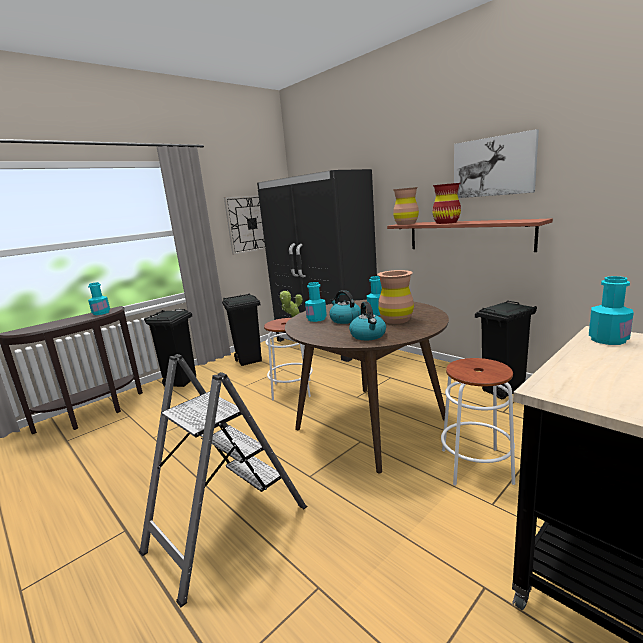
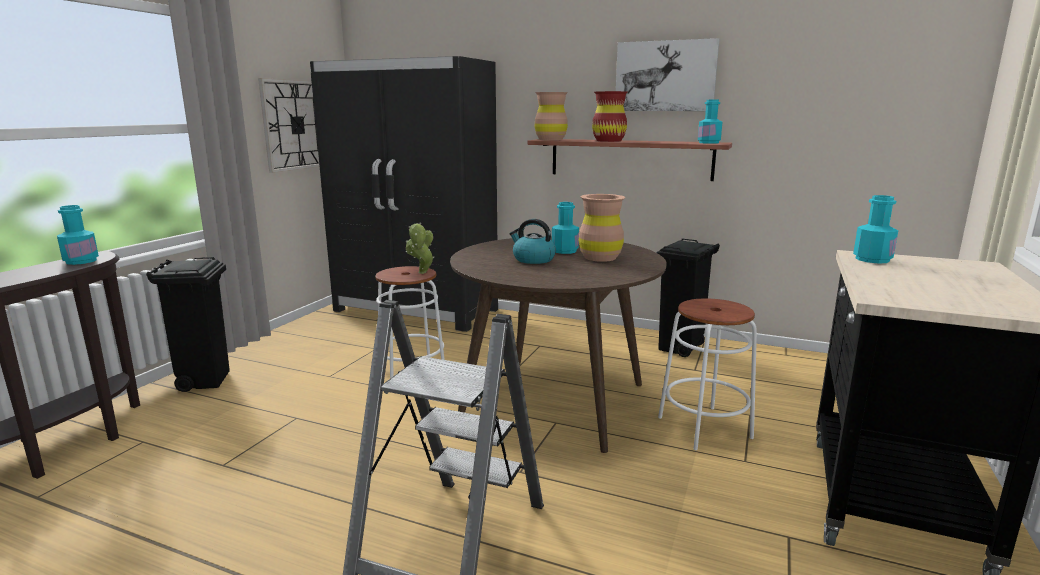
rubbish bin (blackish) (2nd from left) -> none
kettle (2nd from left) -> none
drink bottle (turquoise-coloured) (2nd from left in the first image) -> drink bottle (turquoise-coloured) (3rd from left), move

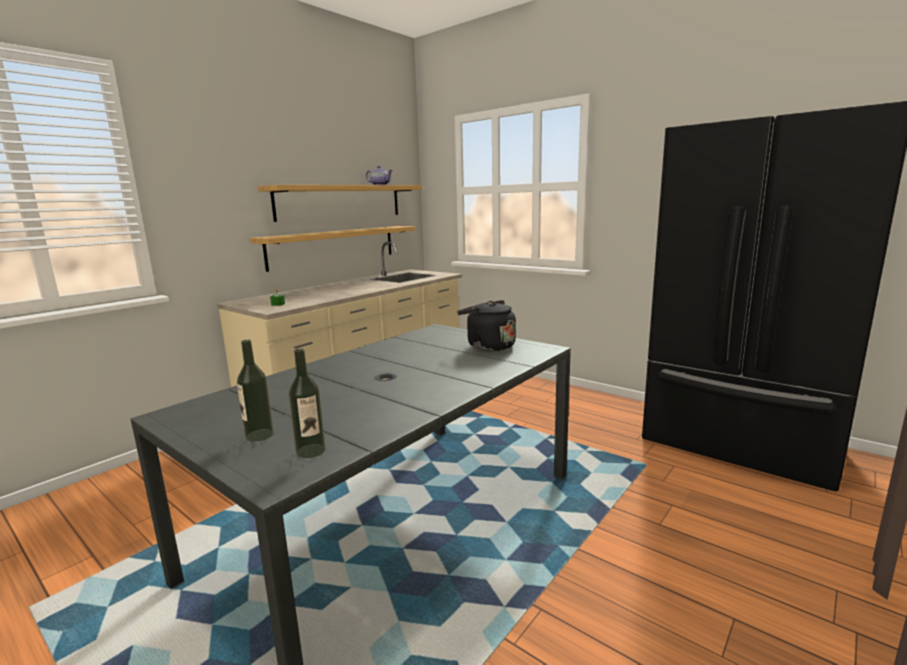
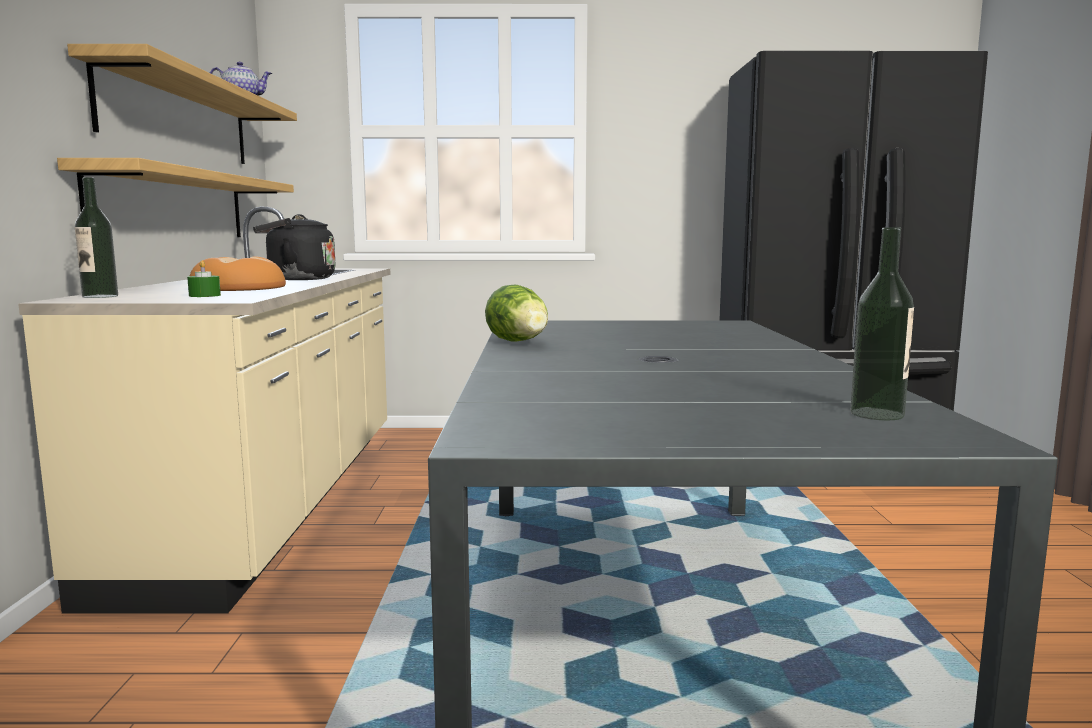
none -> bread
none -> head of lettuce
drink bottle (1st from left), move
kettle (blackish), move

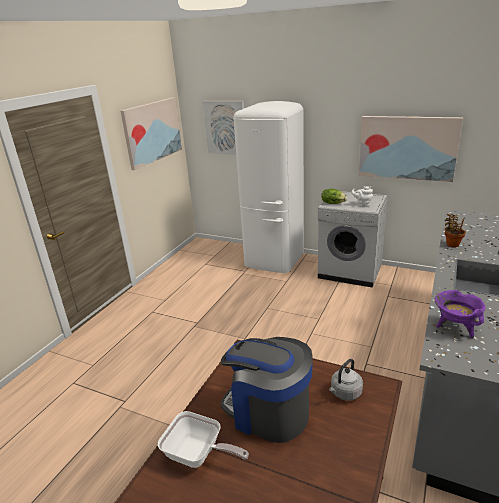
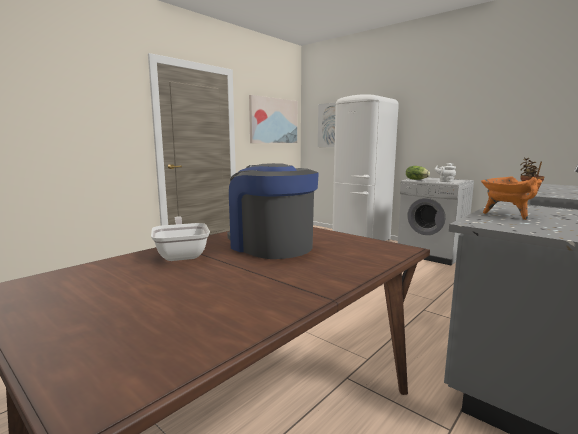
kettle (greyish) -> none
wall picture (3rd from left) -> none
cooking pot (purple-coloured) -> cooking pot (orange-coloured)
skillet, 150 degrees counterclockwise

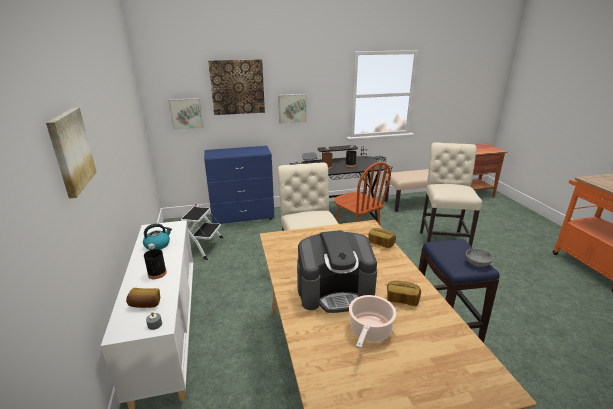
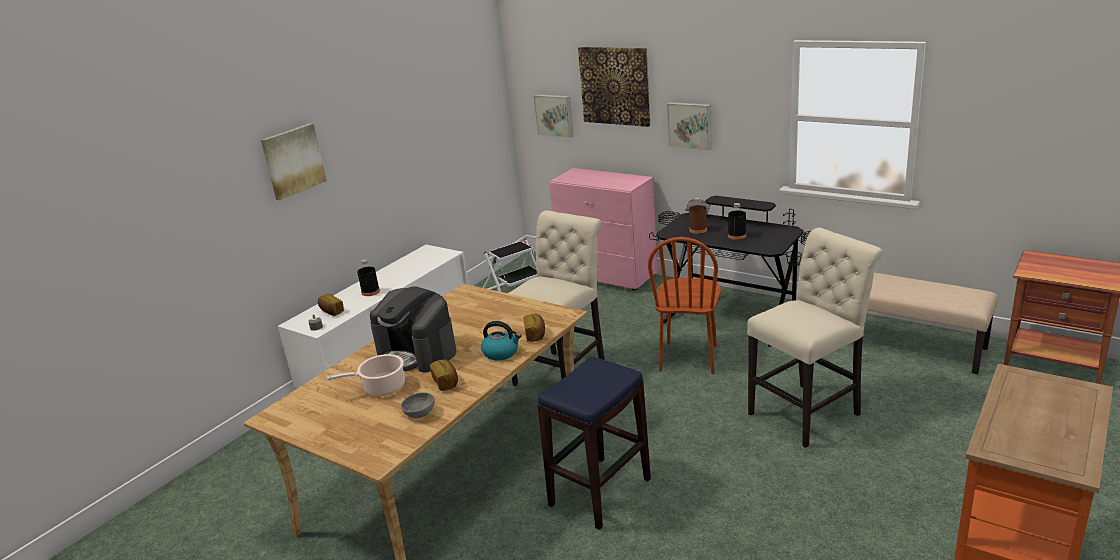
kettle, move
deep dish (greyish), move
drawer chest (blue) -> drawer chest (pink-coloured)

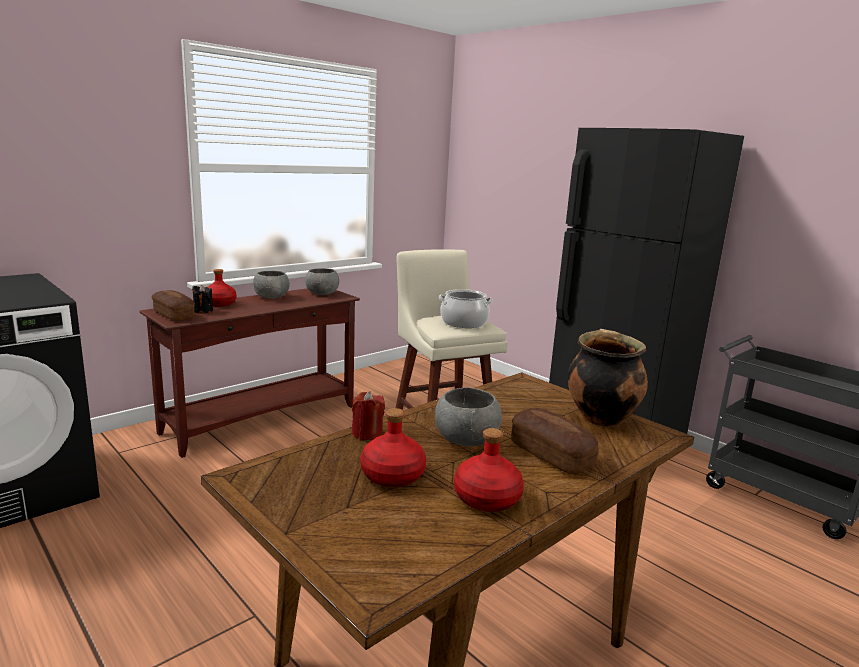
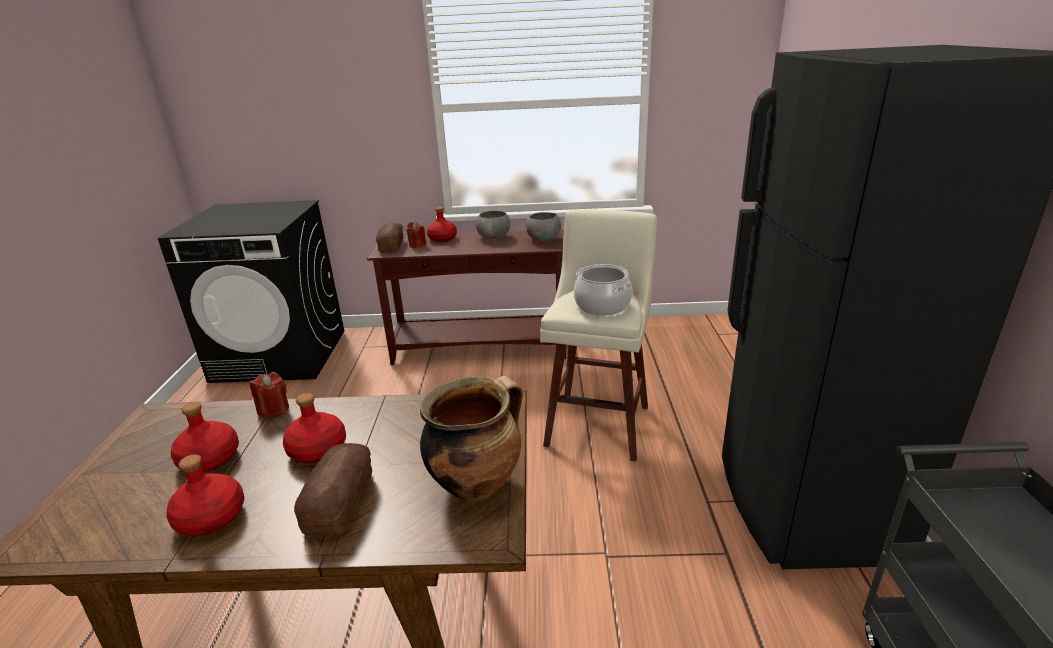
deep dish (greyish) (3rd from left) -> drink bottle (red) (3rd from left)
wax light (blackish) -> wax light (red) (2nd from left)

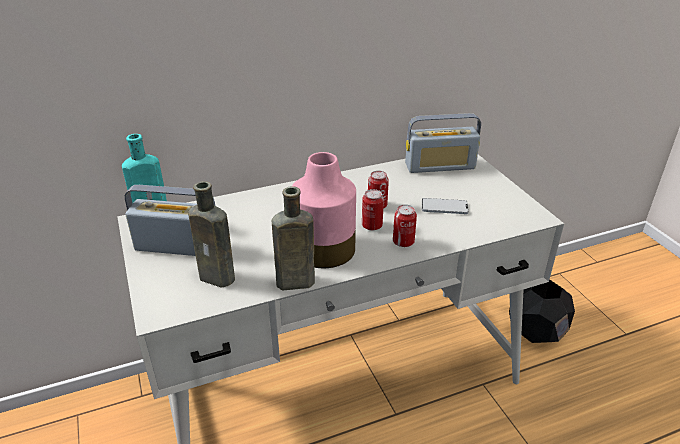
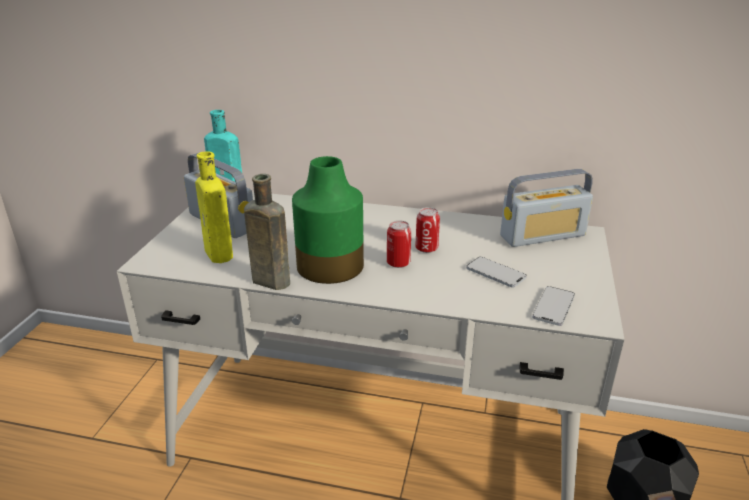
can (3rd from left) -> none
none -> handset (2nd from left)
drink bottle (brown-coloured) (1st from left) -> drink bottle (yellowish)
decorative vase (pink-coloured) -> decorative vase (greenish)
radio (2nd from left), 45 degrees counterclockwise

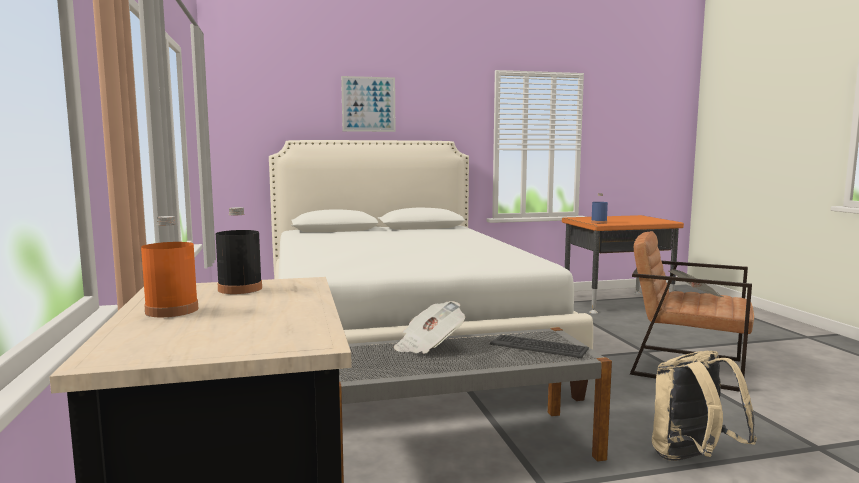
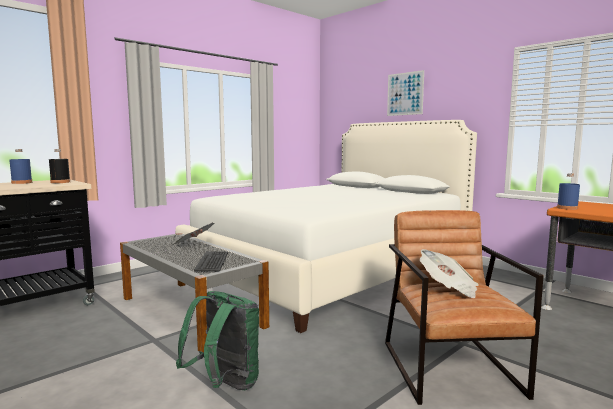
drink bottle (orange-coloured) -> drink bottle (blue) (1st from left)
rucksack (beige-coloured) -> rucksack (greenish)

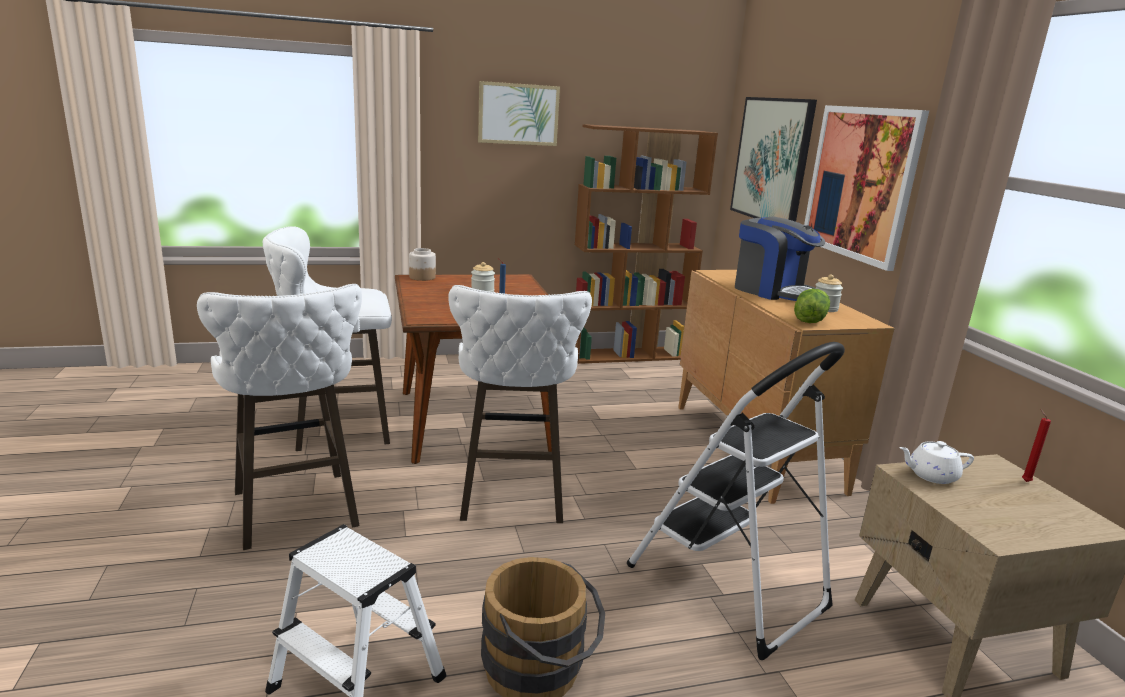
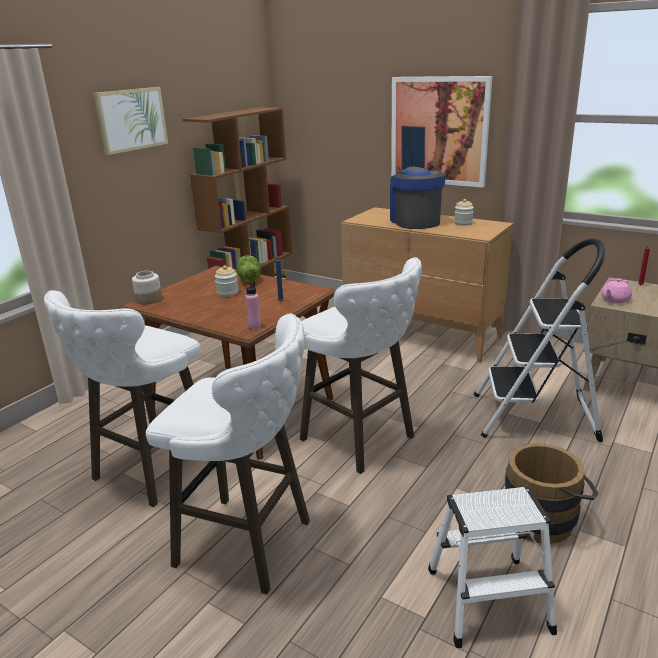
wall picture (2nd from left) -> none
none -> drink bottle (pink-coloured)
head of lettuce, move
pot for tea (whitish) -> pot for tea (pink-coloured)
coffee brewer, 105 degrees counterclockwise

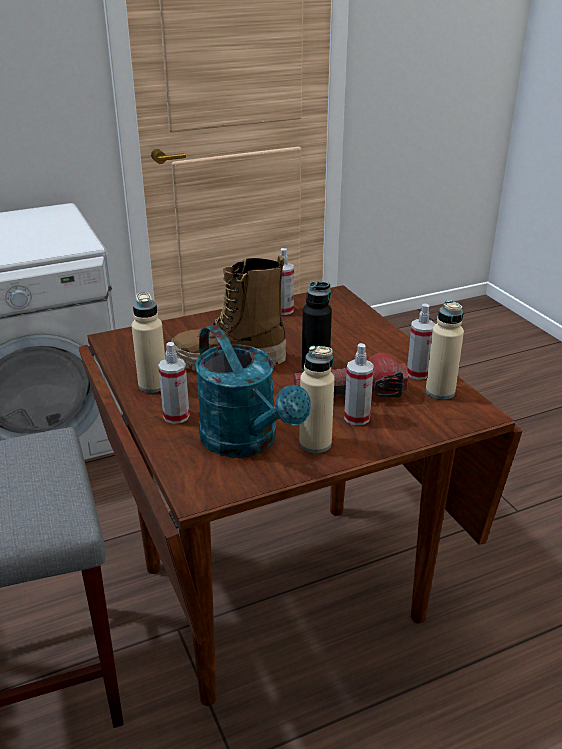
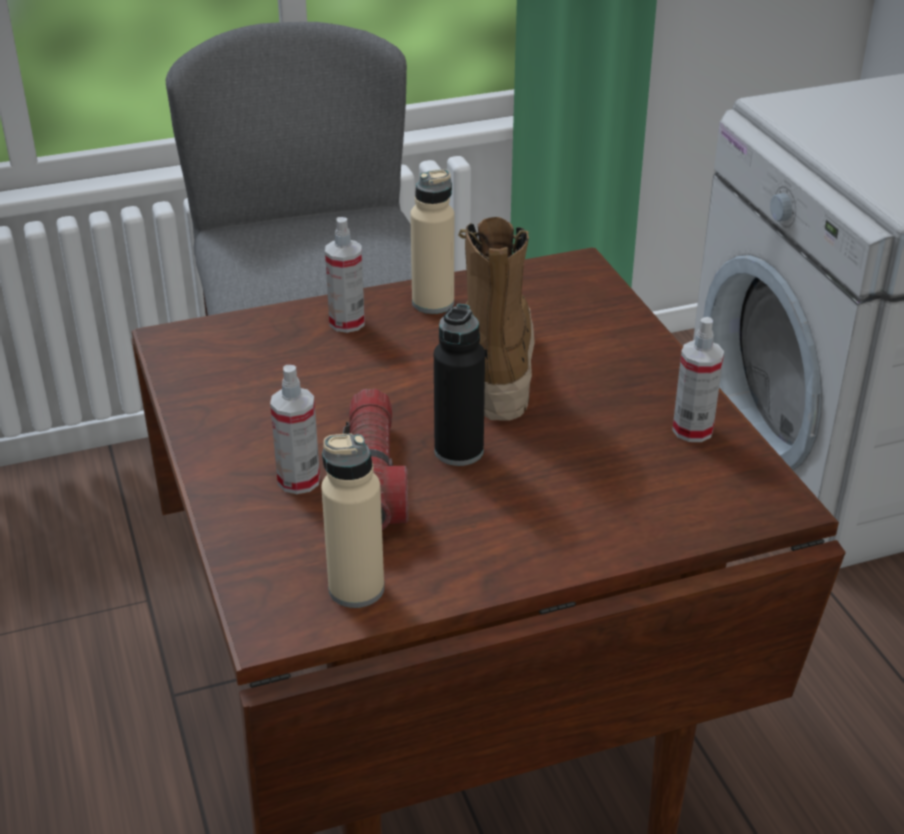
watering pot (turquoise-coloured) -> none
drink bottle (beige-coloured) (2nd from left) -> none
sprayer (4th from left) -> none

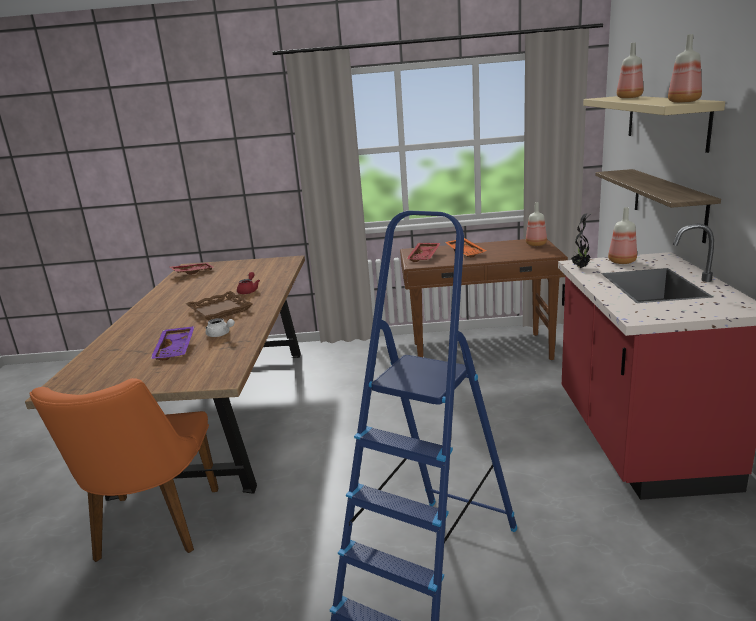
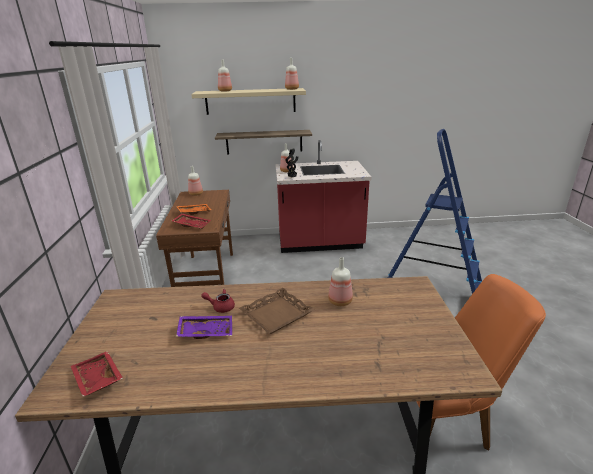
carrying tray (purple-coloured), move
pot for tea (whitish) -> drink bottle (5th from left)

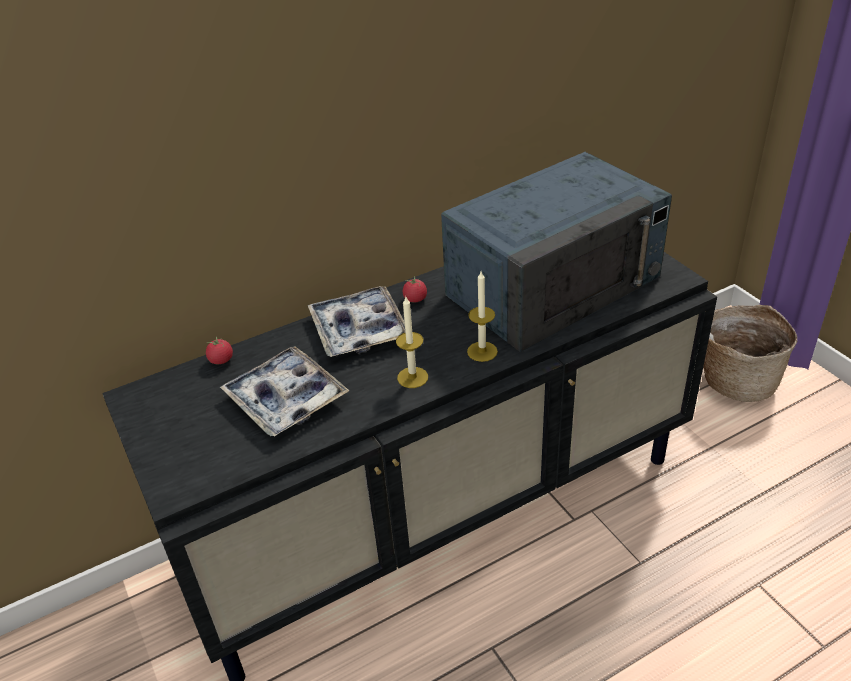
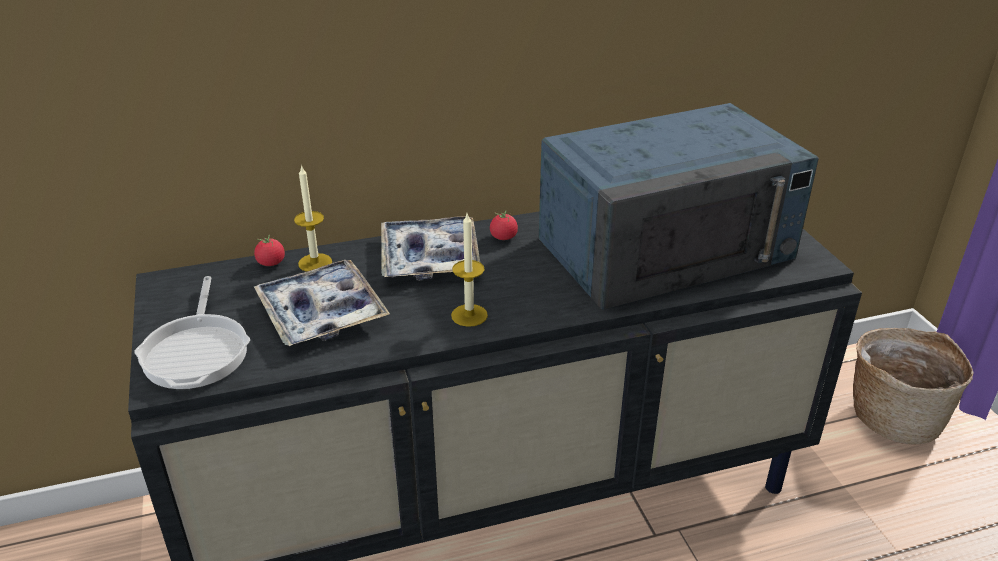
none -> skillet
wax light (2nd from left in the first image) -> wax light (1st from left), move

